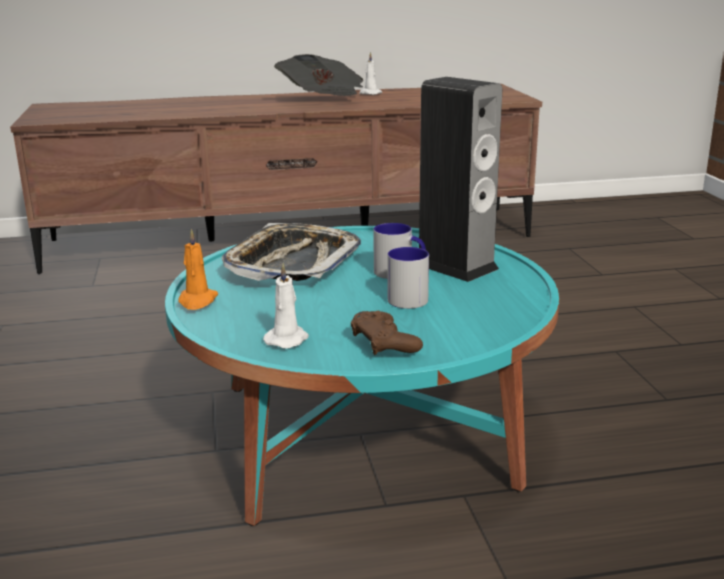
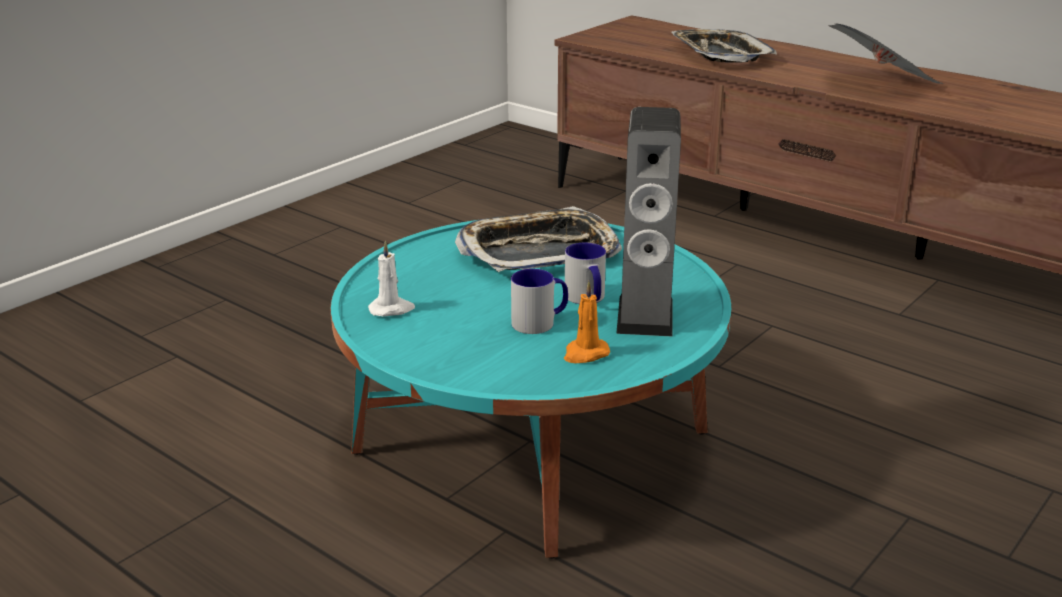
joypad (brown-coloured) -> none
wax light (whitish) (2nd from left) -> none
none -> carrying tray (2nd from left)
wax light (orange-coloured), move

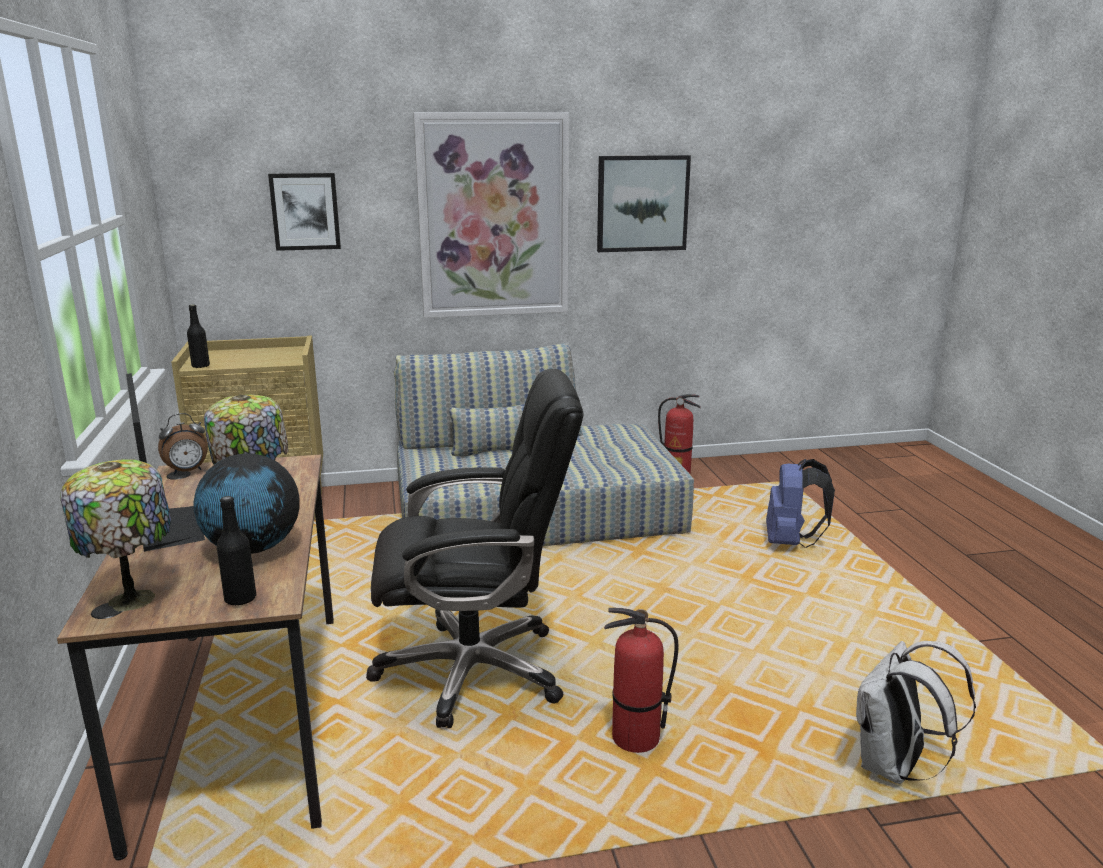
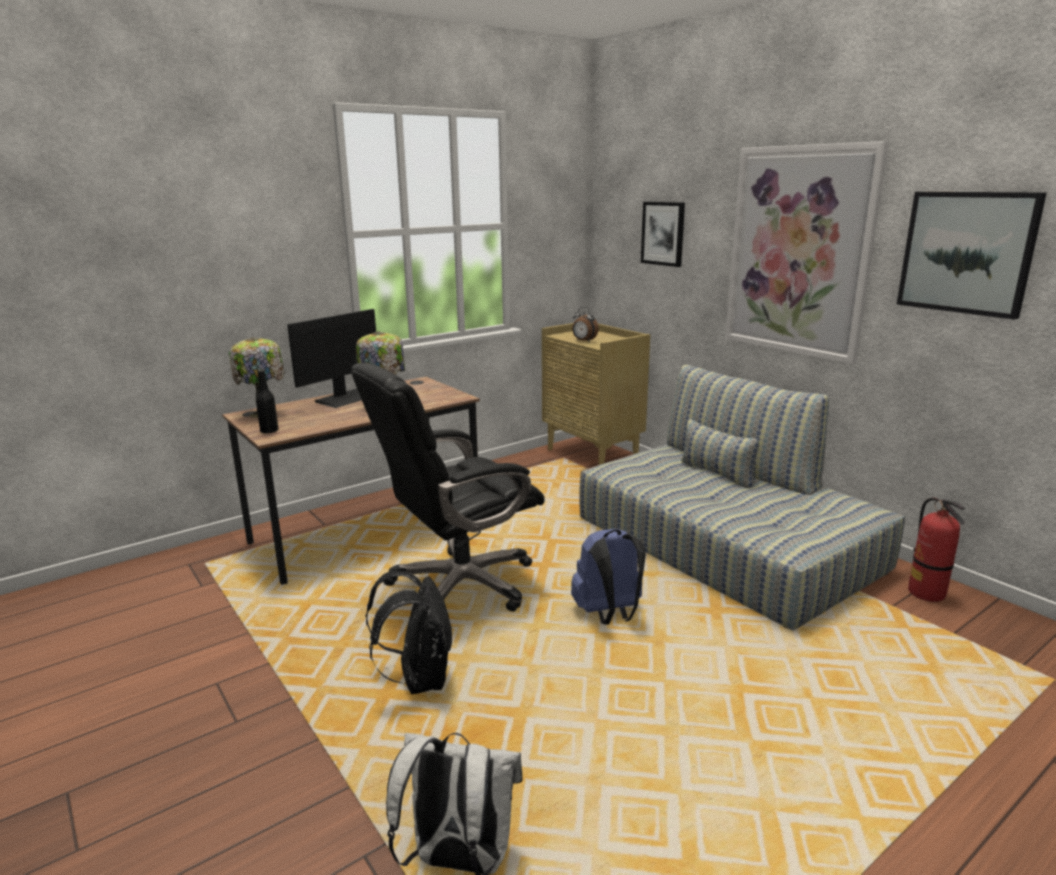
drink bottle (blackish) (1st from left) -> none
world globe -> none
bedside clock, move
rucksack (blue), move
fire extinguisher (1st from left) -> rucksack (blackish)
office chair (blackish), 90 degrees clockwise

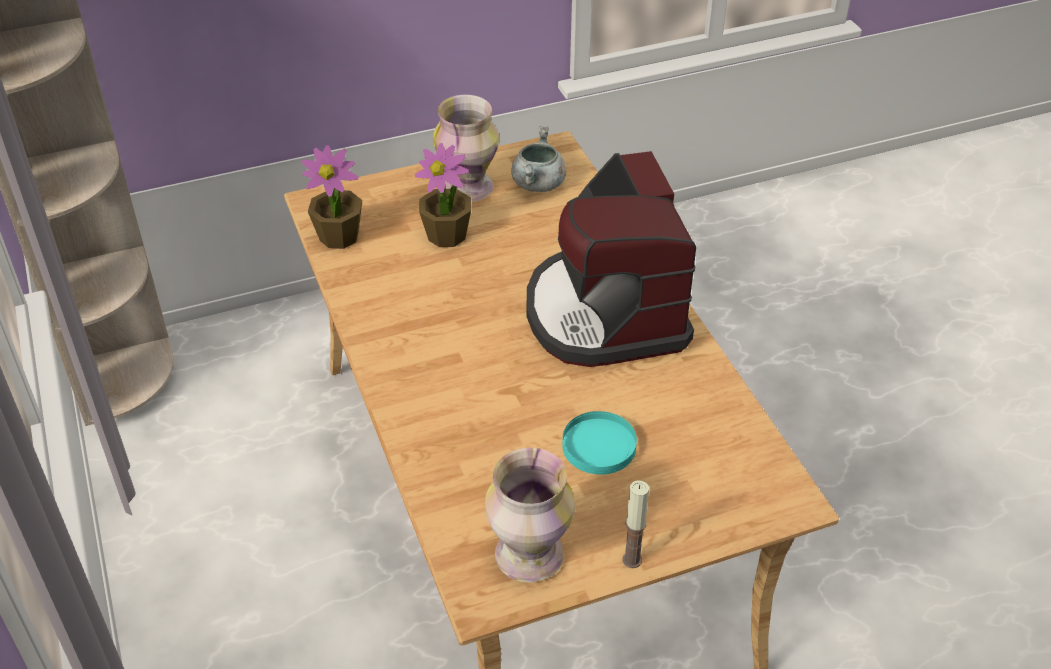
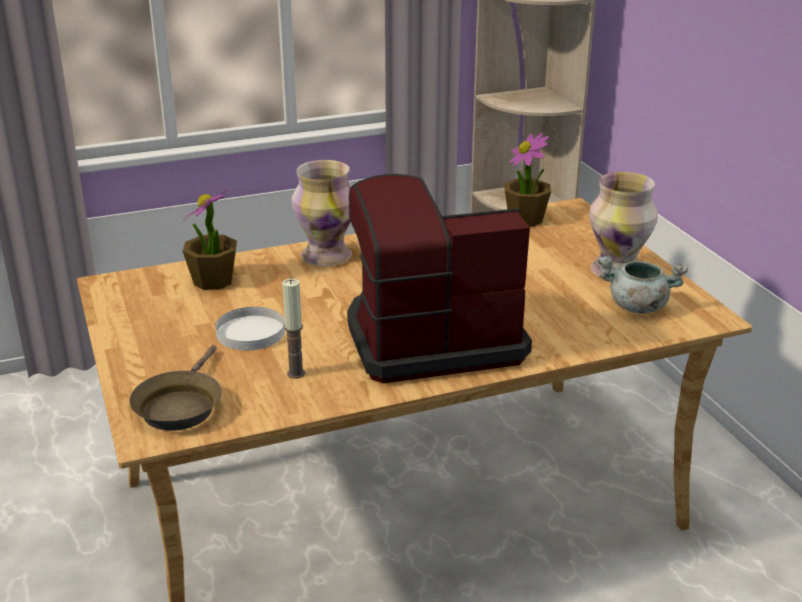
none -> skillet (brown-coloured)
houseplant (2nd from left in the first image) -> houseplant (1st from left), move
decorative vase (2nd from left in the first image) -> decorative vase (1st from left), move
wax light, move
plate (turquoise-coloured) -> plate (whitish)

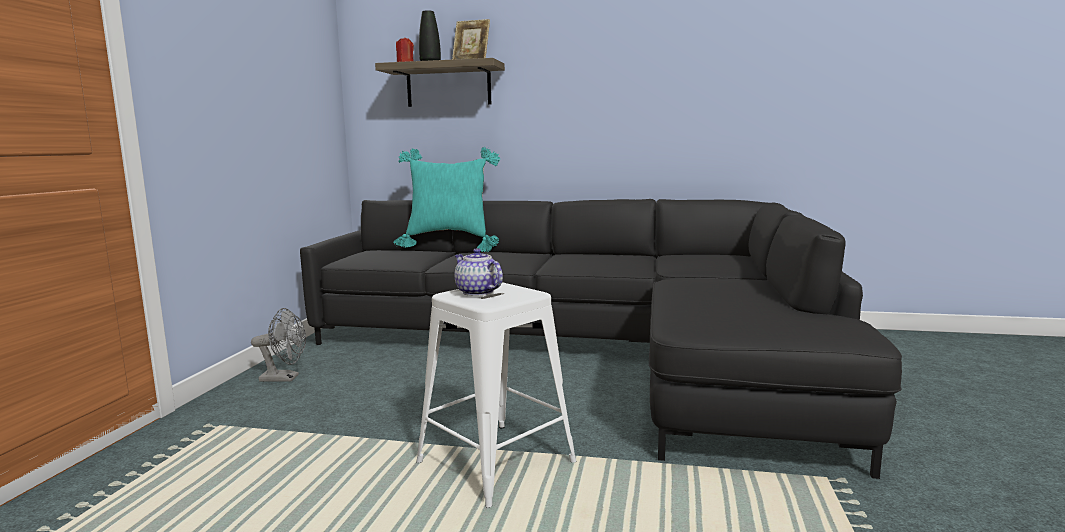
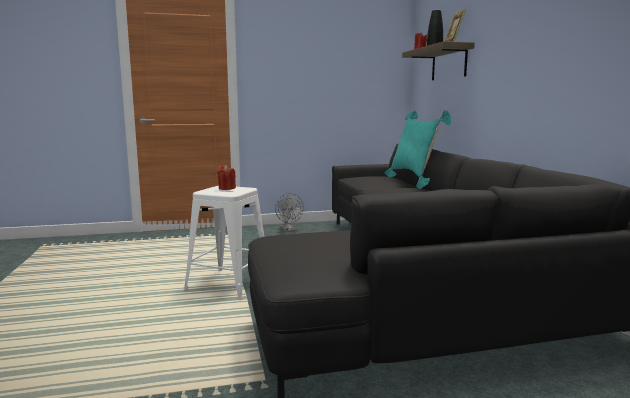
pot for tea -> wax light (red) (1st from left)

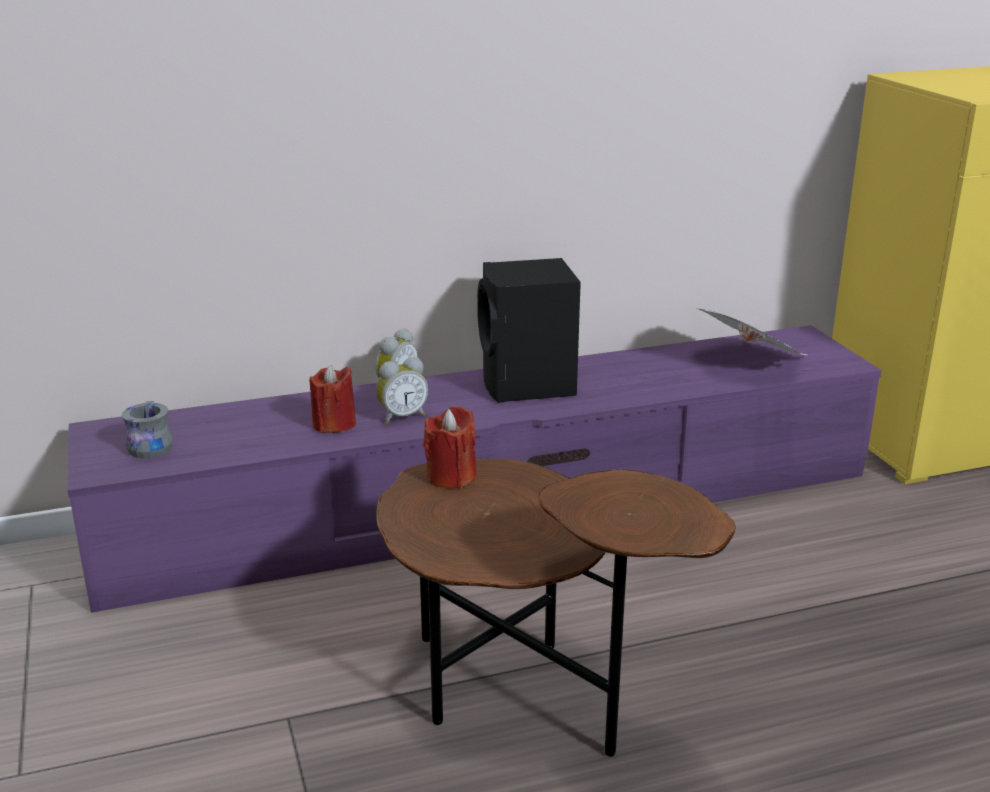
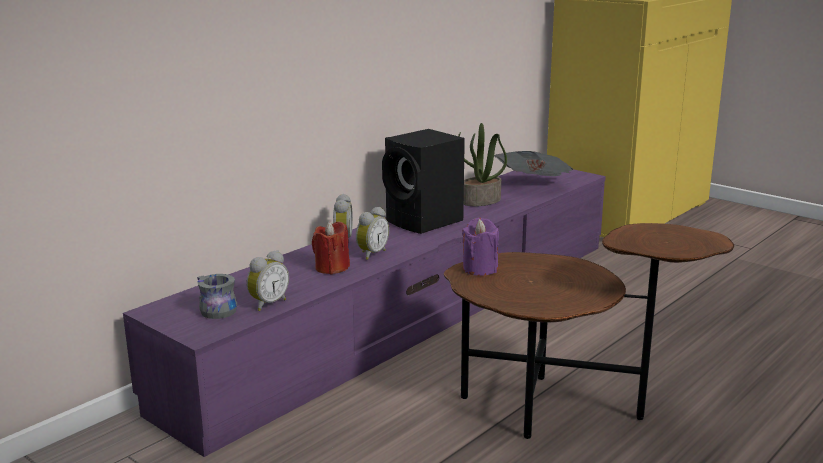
none -> bedside clock (1st from left)
none -> houseplant
wax light (red) (2nd from left) -> wax light (purple-coloured)

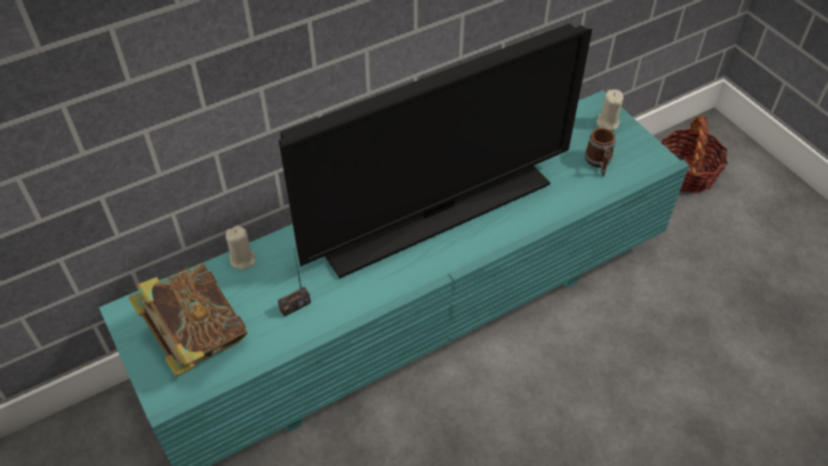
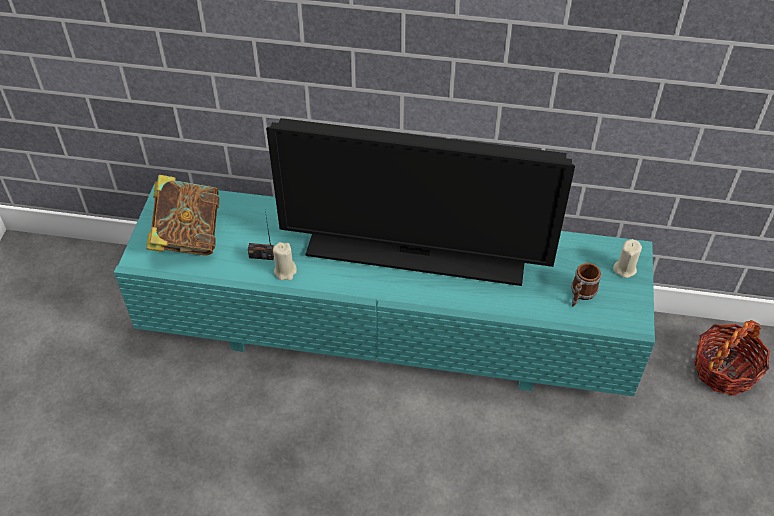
wax light (beige-coloured) (1st from left), move

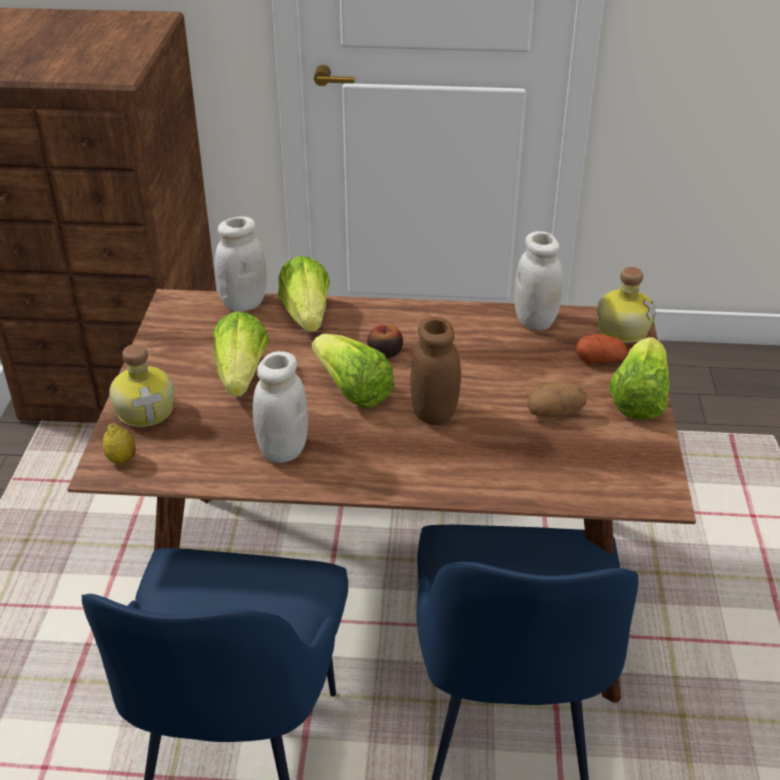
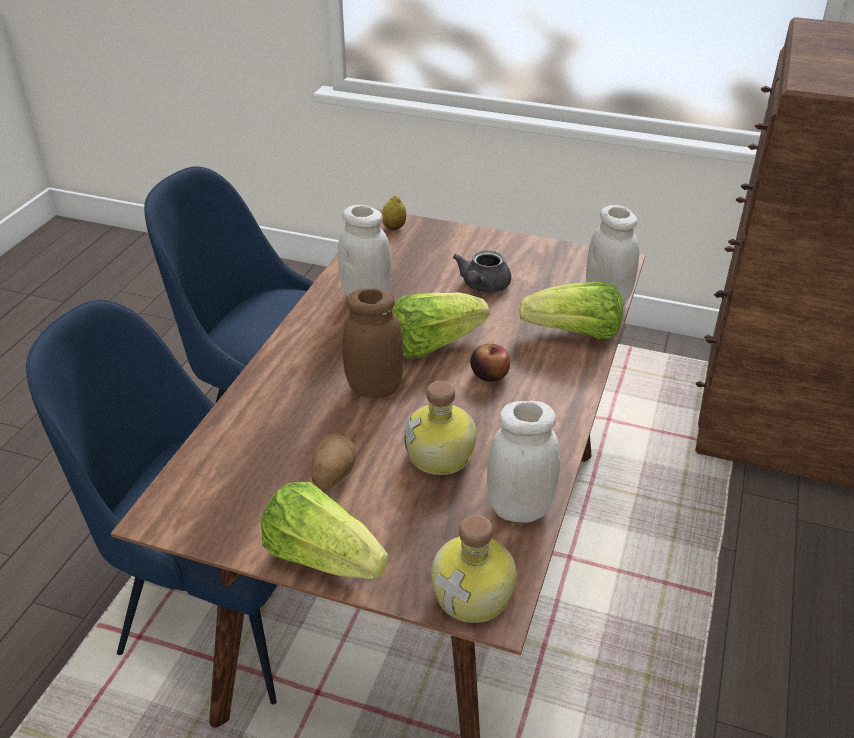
potato (2nd from left) -> none
drink bottle (1st from left), move
head of lettuce (1st from left) -> pot for tea (greyish)

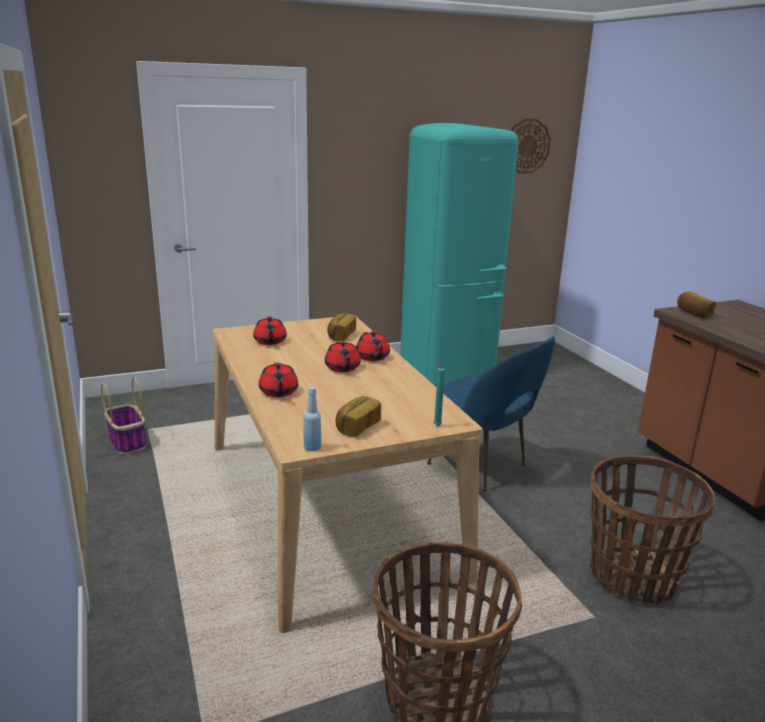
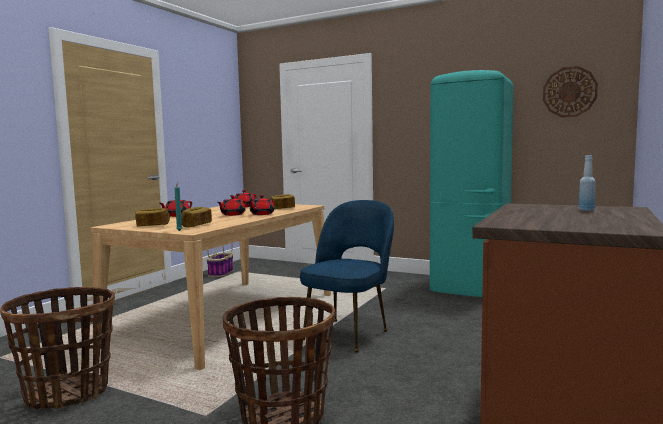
drink bottle (blue), move
bread (3rd from left in the first image) -> bread (2nd from left), move
plain chair (blue), 150 degrees counterclockwise

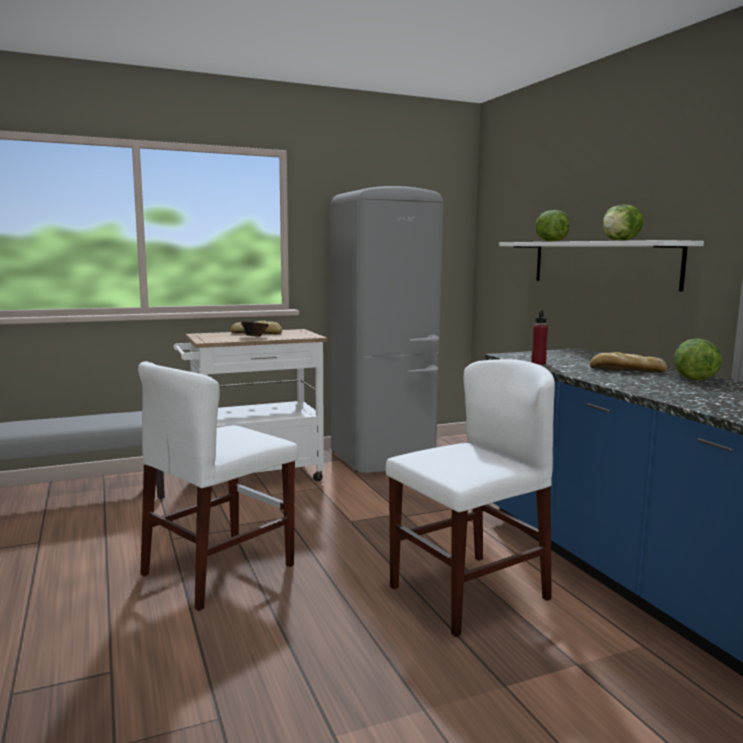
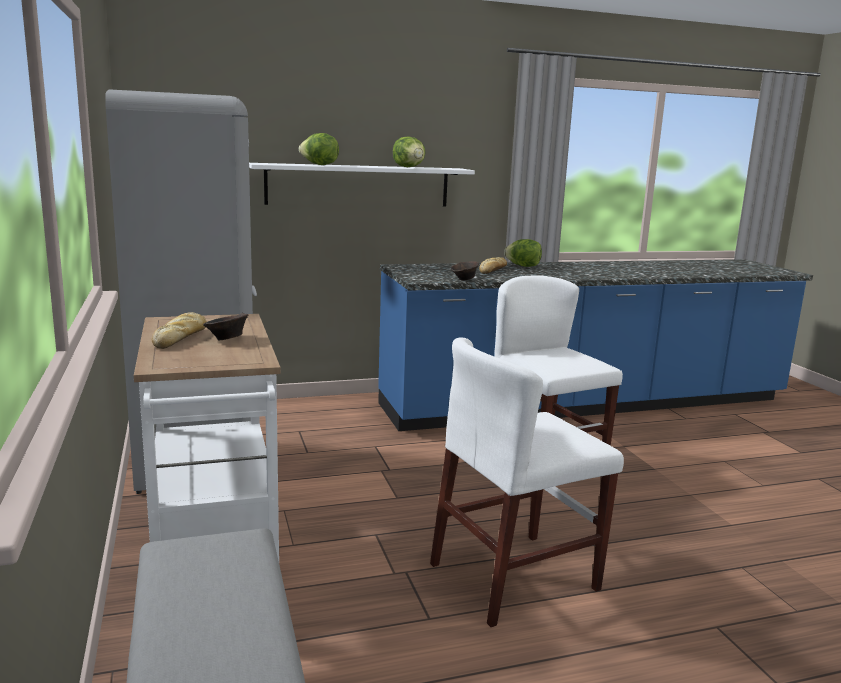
drink bottle (red) -> deep dish (brown-coloured) (2nd from left)
plain chair (whitish) (1st from left), 105 degrees clockwise

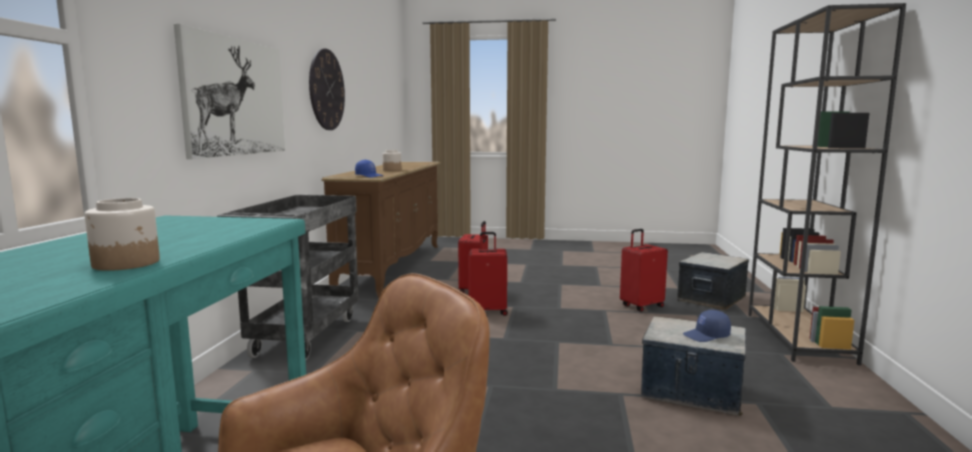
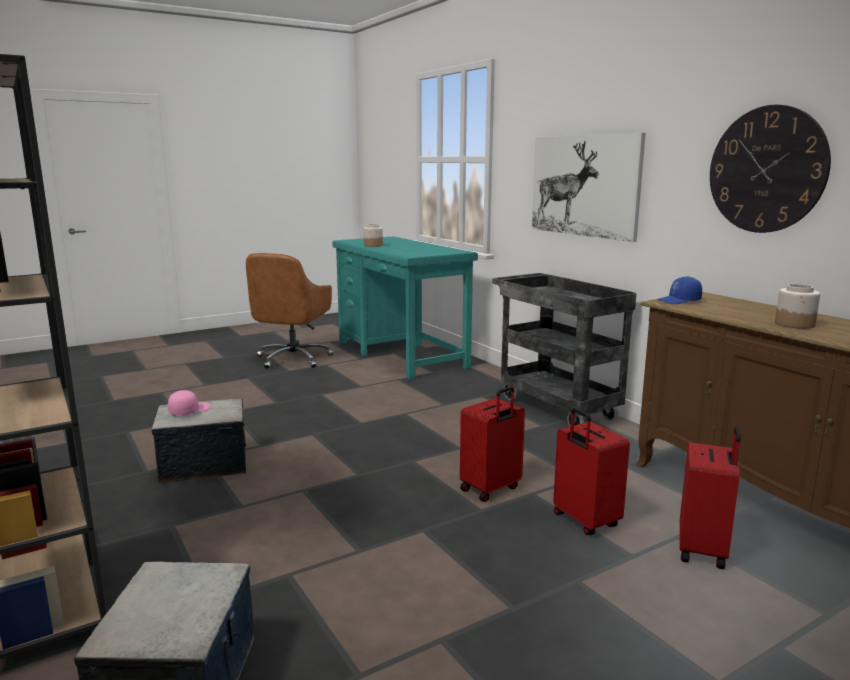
piece of luggage (red) (3rd from left), move
cap (blue) (2nd from left) -> cap (pink-coloured)

